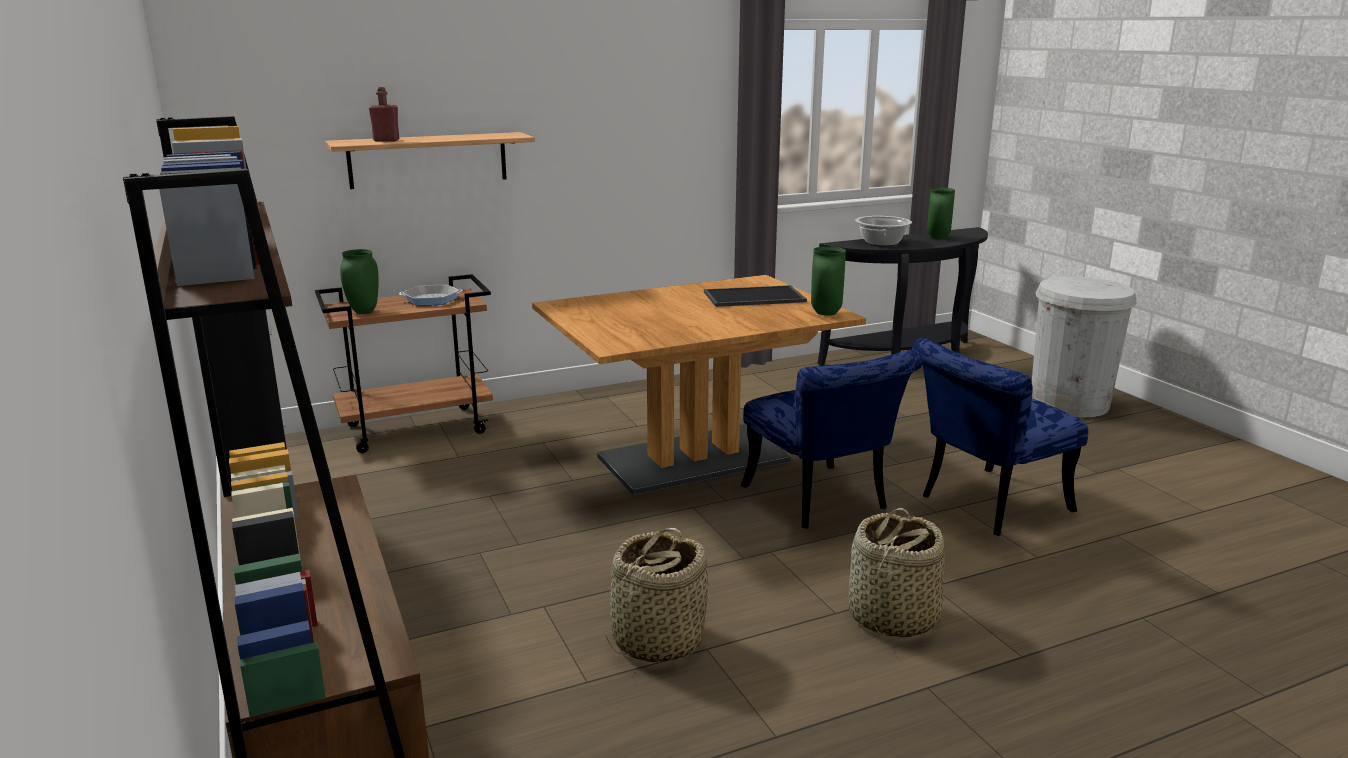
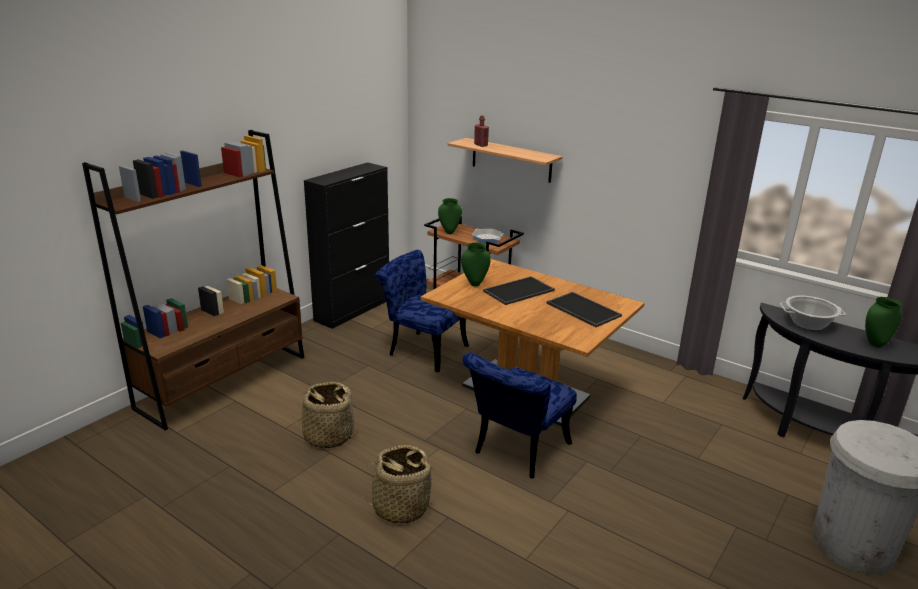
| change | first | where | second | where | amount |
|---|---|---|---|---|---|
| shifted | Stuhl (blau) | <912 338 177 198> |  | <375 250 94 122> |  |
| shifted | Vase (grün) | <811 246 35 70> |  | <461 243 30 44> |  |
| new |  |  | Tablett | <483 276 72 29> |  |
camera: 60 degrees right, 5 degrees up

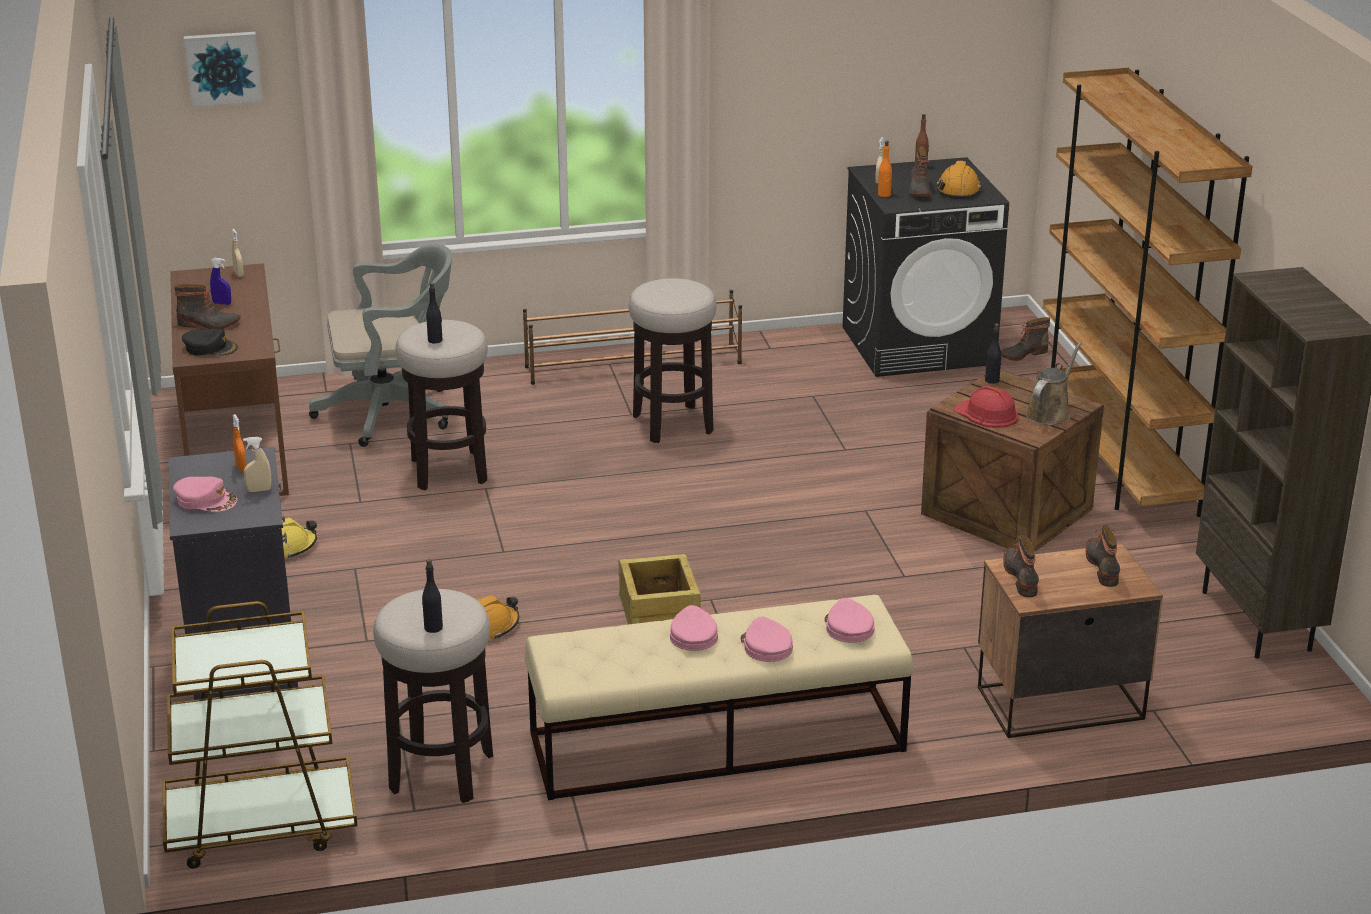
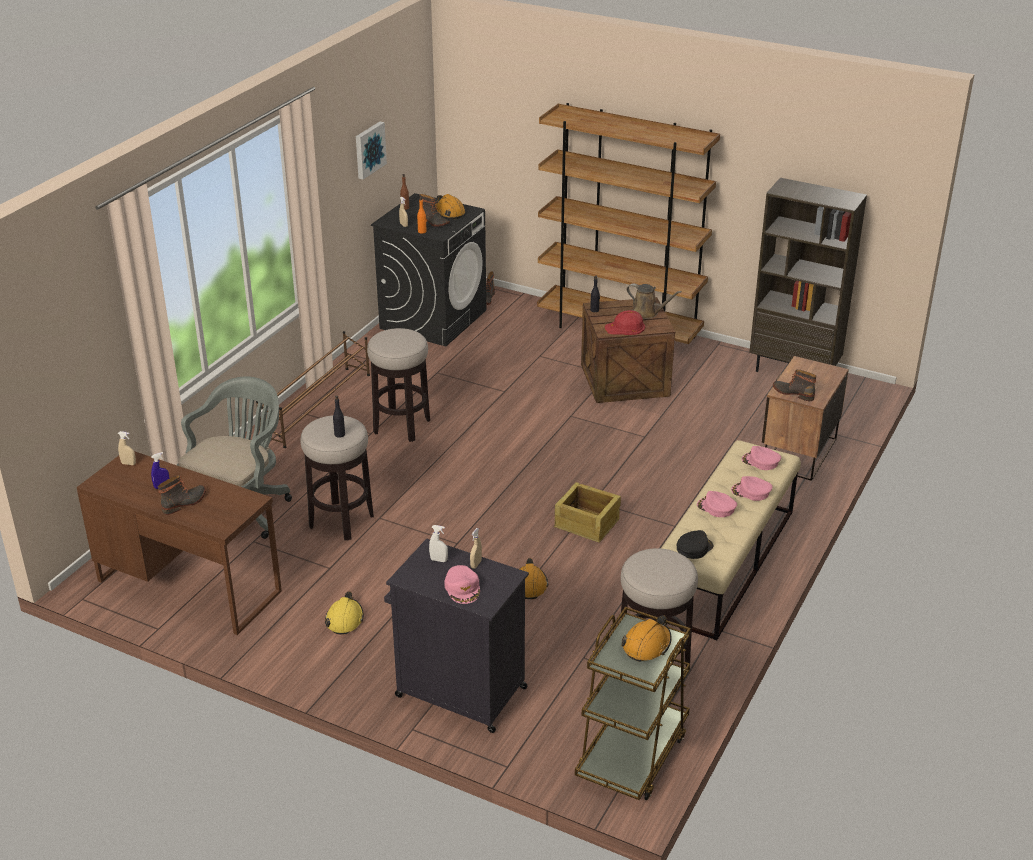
| change | first | where | second | where | amount |
|---|---|---|---|---|---|
| shifted | Bild | <184 32 78 75> |  | <356 122 31 57> |  |
| repainted | Sprühflasche (orange) | <232 414 15 58> | Sprühflasche (weiß) | <429 525 19 37> |  |
| rotated | Kappe (rosa) | <173 477 64 35> |  | <444 565 36 39> | 105 degrees clockwise |
| new |  |  | Schutzhelm (orange) | <621 615 51 47> |  |
| rotated | Gießkanne (braun) | <1025 342 57 84> |  | <627 283 55 36> | 135 degrees clockwise |
| shifted | Kappe (schwarz) | <182 329 56 27> |  | <676 530 37 29> |  |
| gone | Flasche (schwarz) | <422 559 21 74> |  |  |  |
| gone | Stiefel | <1086 525 34 62> |  |  |  |
camera: 50 degrees left, 5 degrees up

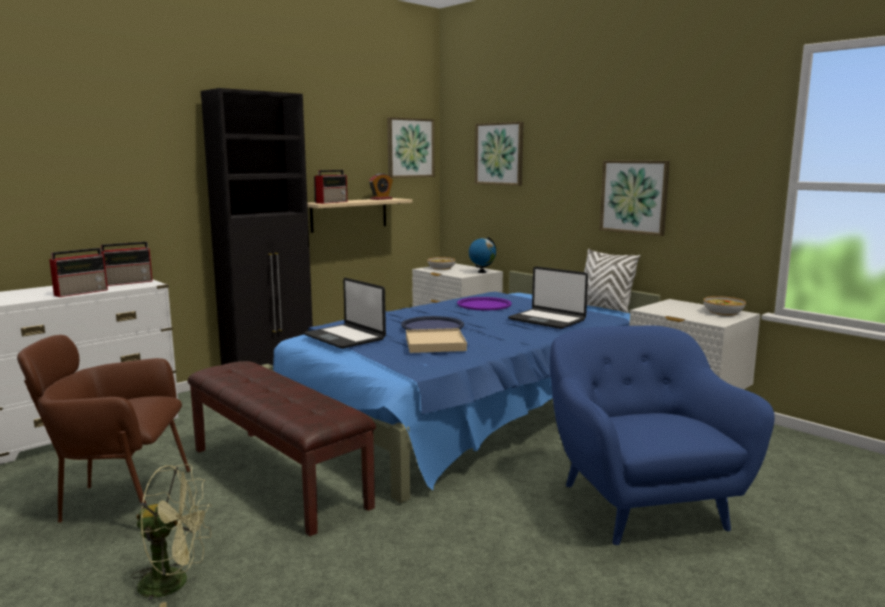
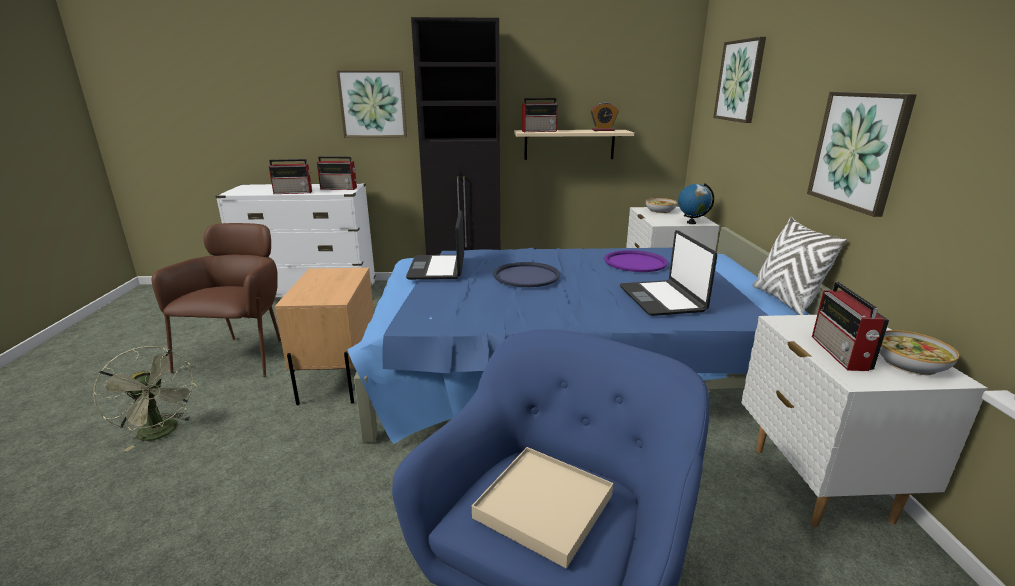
| change | first | where | second | where | amount |
|---|---|---|---|---|---|
| rotated | Sessel (braun) | <17 335 173 188> |  | <152 223 129 154> | 60 degrees clockwise |
| swapped | Bank (braun) | <188 361 188 175> | Nachttisch (beige) | <275 268 99 137> |  |
| shifted | Bild | <387 117 47 61> |  | <336 70 71 68> |  |
| shifted | Tablett (beige) | <406 328 61 25> |  | <472 447 141 122> |  |
| new |  |  | Radio | <812 282 77 89> |  |
camera: 40 degrees right, 10 degrees up

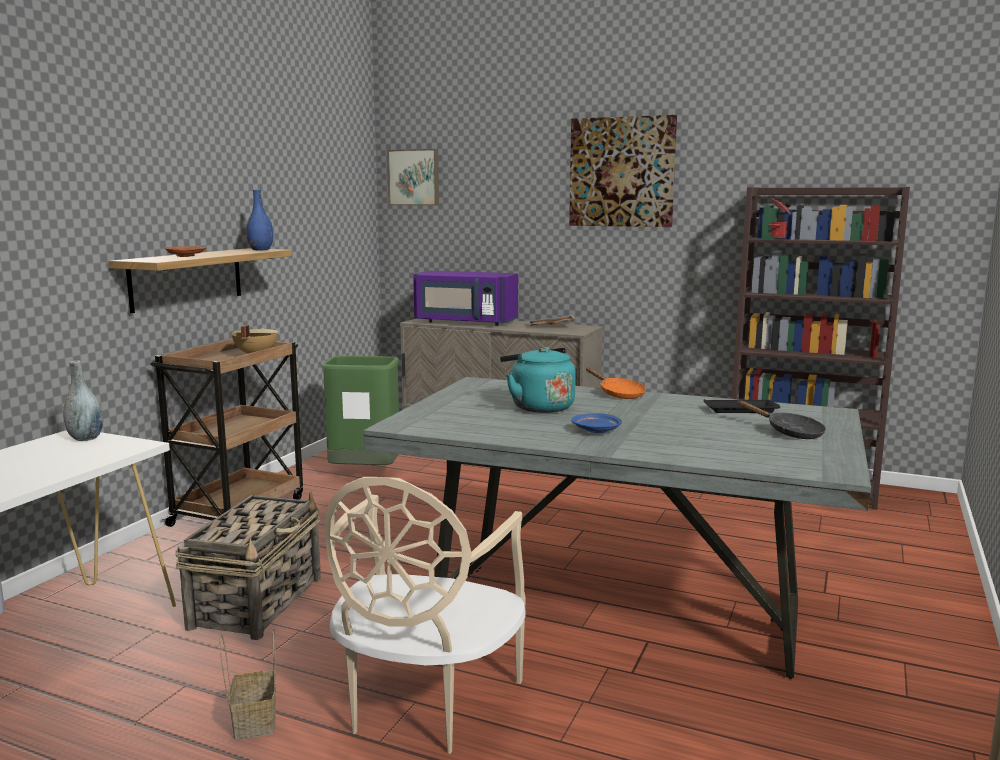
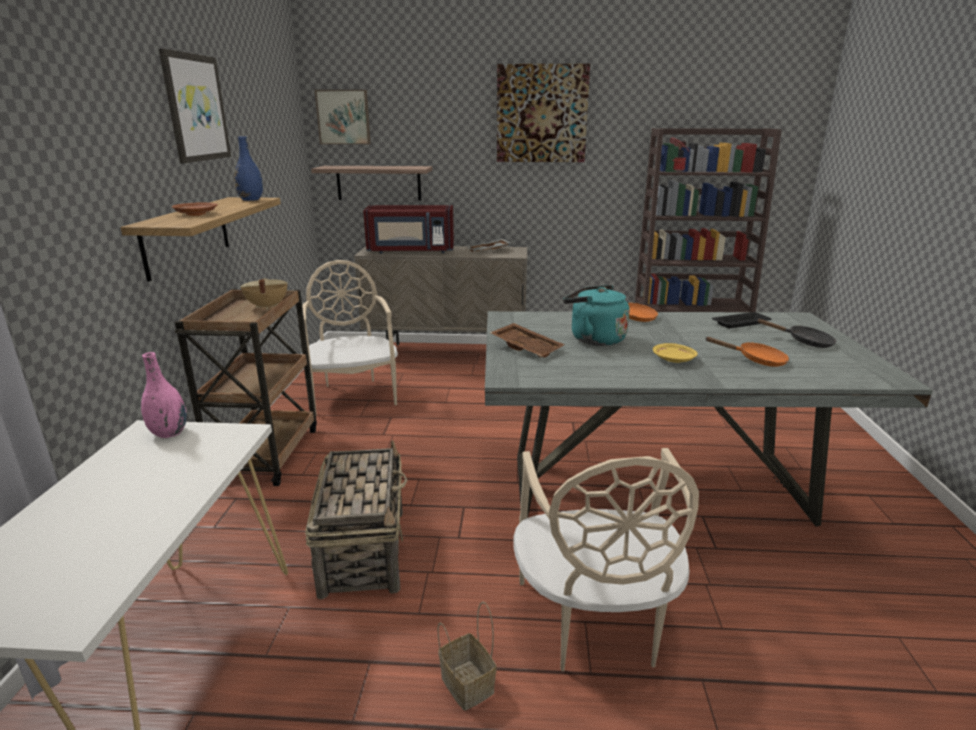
| change | first | where | second | where | amount |
|---|---|---|---|---|---|
| repainted | Vase (grau) | <63 361 40 80> | Vase (rosa) | <141 352 46 86> |  |
| new |  |  | Bild | <158 48 73 115> |  |
| swapped | Mülleimer (grün) | <321 356 78 109> | Stuhl (beige) | <302 260 96 155> |  |
| new |  |  | Wandregal | <311 166 121 35> |  |
| repainted | Mikrowelle (lila) | <413 271 105 55> | Mikrowelle (rot) | <363 205 91 48> |  |
| new |  |  | Tablett (braun) | <490 323 75 35> |  |
| repainted | Teller (blau) | <571 413 51 20> | Teller (gelb) | <653 343 45 20> |  |
| new |  |  | Pfanne (orange) | <705 337 84 30> |  |
camera: 20 degrees left, 10 degrees up

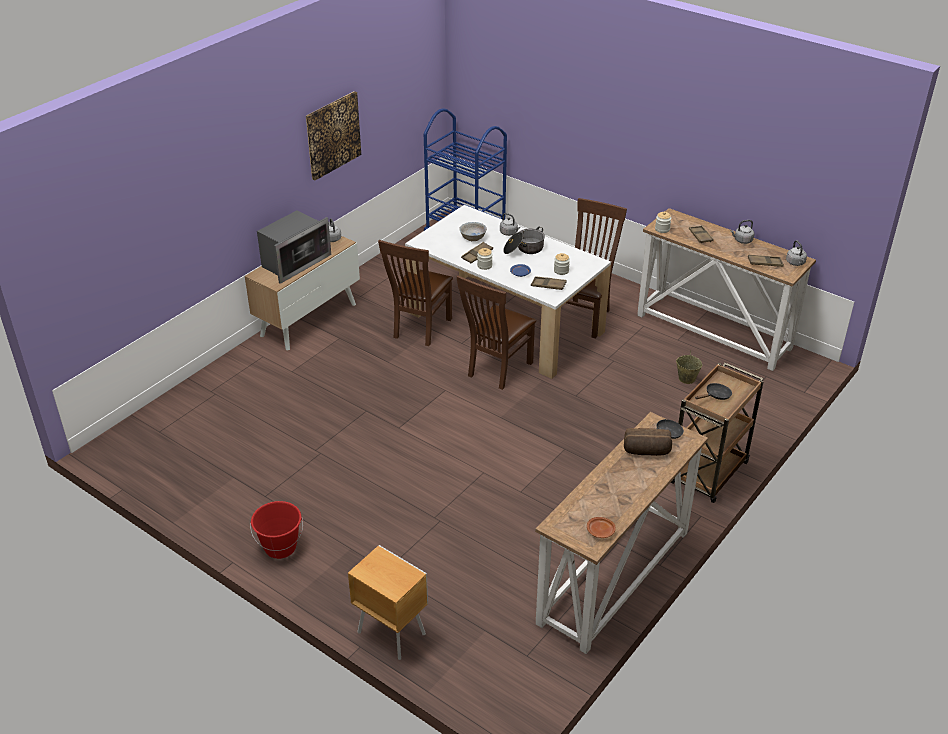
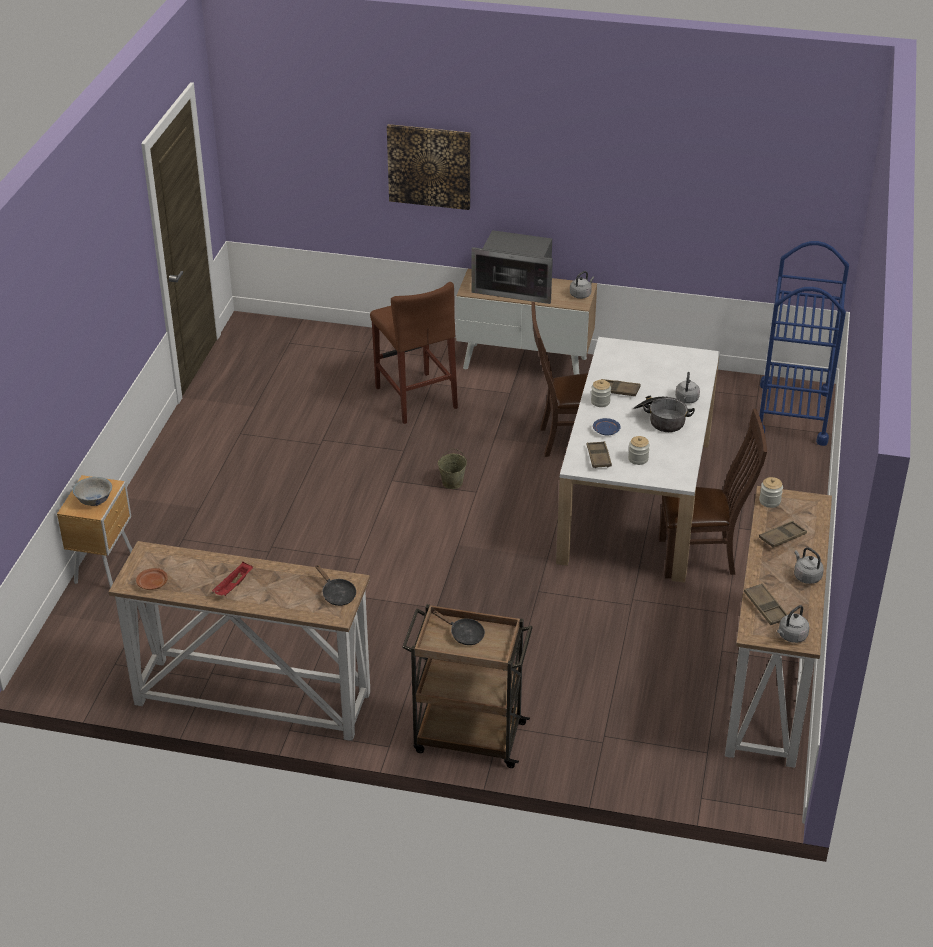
| change | first | where | second | where | amount |
|---|---|---|---|---|---|
| shifted | Schüssel (weiß) | <459 222 28 19> |  | <73 477 39 29> |  |
| new |  |  | Tablett (rot) | <212 562 41 34> |  |
| new |  |  | Hocker (braun) | <370 282 88 142> |  |
| shifted | Bild | <306 91 55 89> |  | <387 124 83 86> |  |
| shifted | Eimer (beige) | <676 350 26 34> |  | <438 448 29 41> |  |
| gone | Eimer (rot) | <250 501 53 58> |  |  |  |
| gone | Stuhl (braun) | <457 275 79 115> |  |  |  |
| gone | Brot | <624 428 48 28> |  |  |  |
camera: 65 degrees right, 0 degrees up

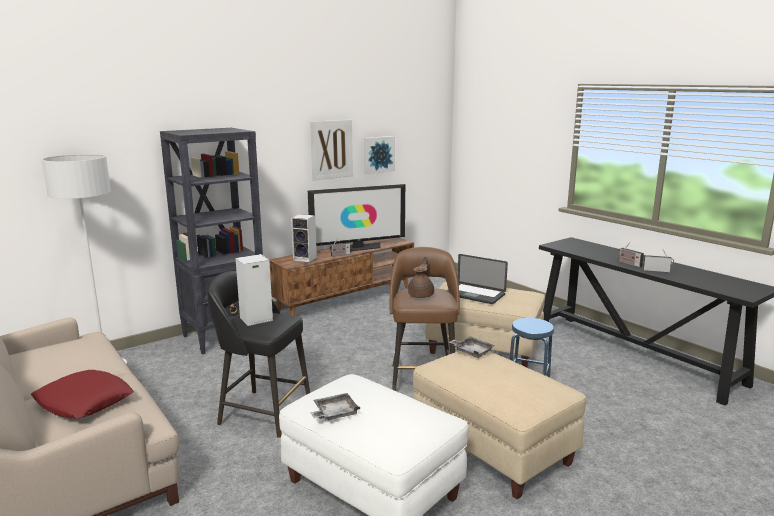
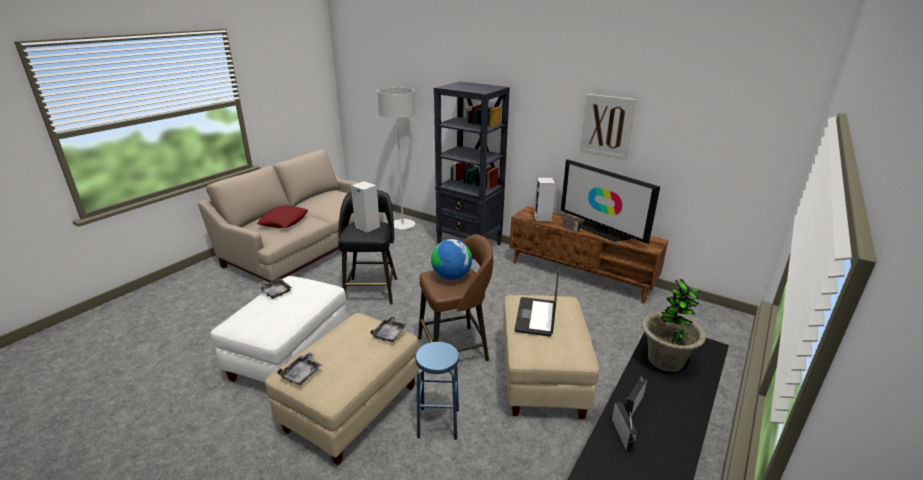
| change | first | where | second | where | amount |
|---|---|---|---|---|---|
| new |  |  | Tablett (grau) | <277 352 45 33> |  |
| swapped | Teekanne (braun) | <408 256 26 42> | Globus | <431 239 41 41> |  |
| new |  |  | Topfpflanze | <642 279 64 93> |  |
| gone | Bild | <364 136 31 38> |  |  |  |
camera: 70 degrees right, 10 degrees up

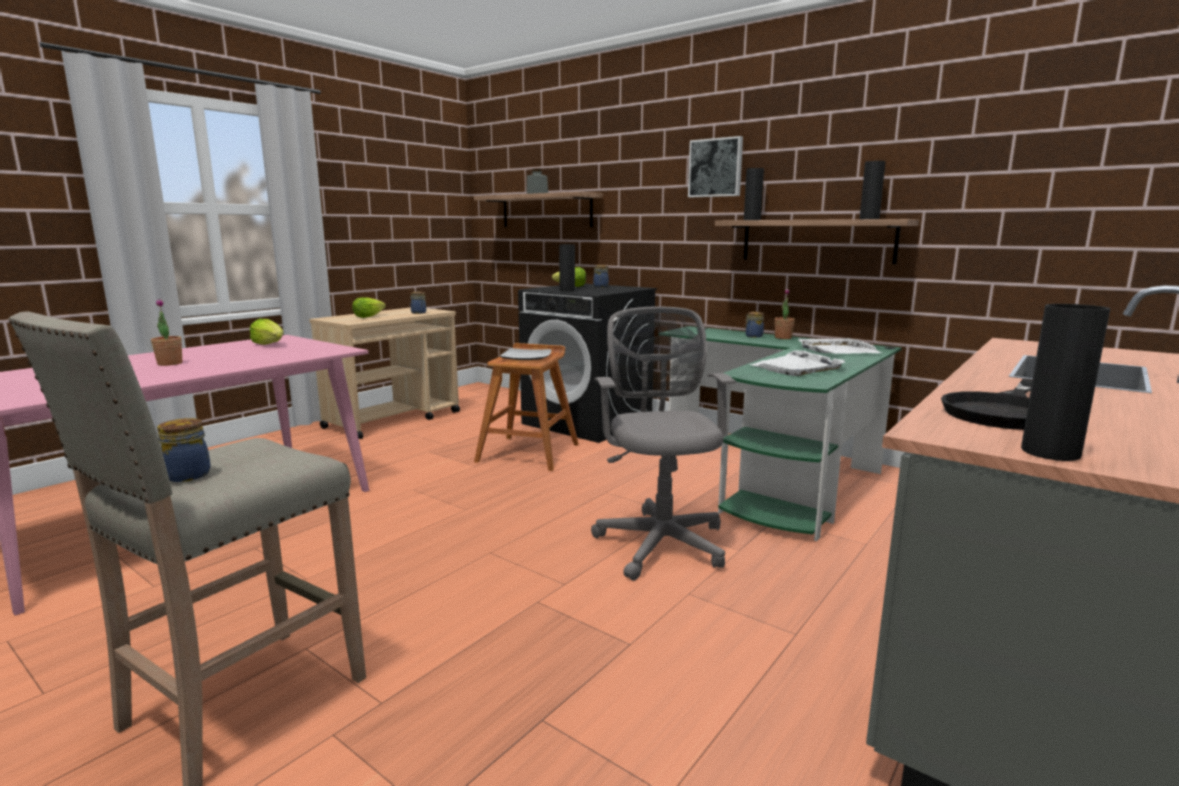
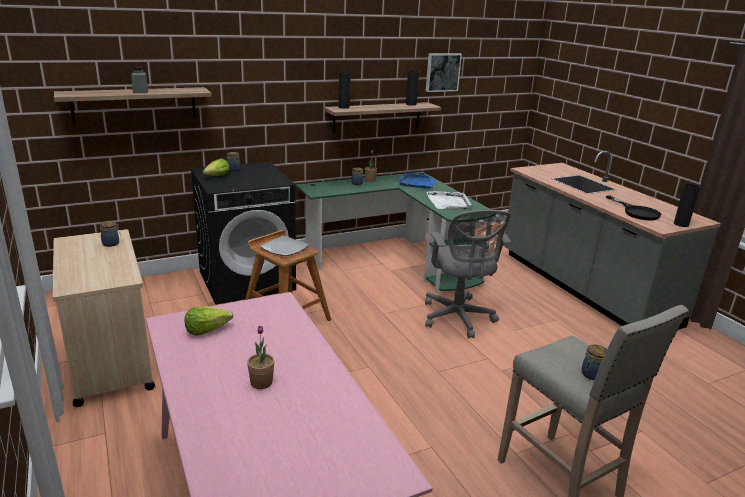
| change | first | where | second | where | amount |
|---|---|---|---|---|---|
| repainted | Tablett (weiß) | <798 338 84 16> | Tablett (blau) | <398 173 38 16> |  |
| rotated | Bürostuhl (grau) | <591 306 145 275> |  | <425 210 86 128> | 120 degrees counterclockwise |
| shifted | Bild | <688 136 55 61> |  | <426 53 36 39> |  |
| gone | Salatkopf | <352 297 34 21> |  |  |  |
| gone | Vase (schwarz) | <559 244 16 48> |  |  |  |
camera: 65 degrees left, 10 degrees up

